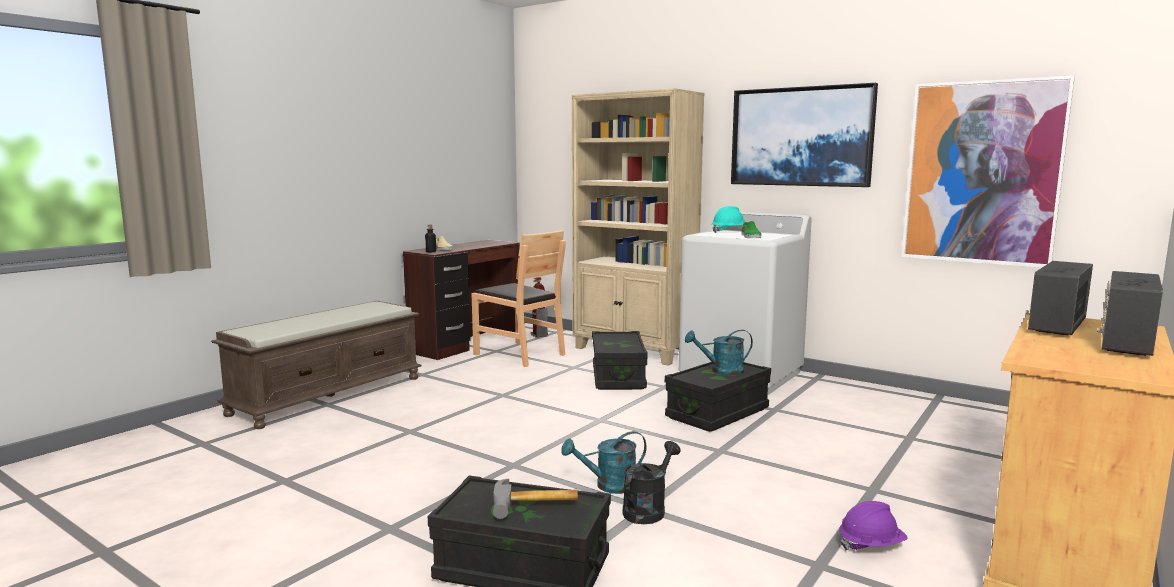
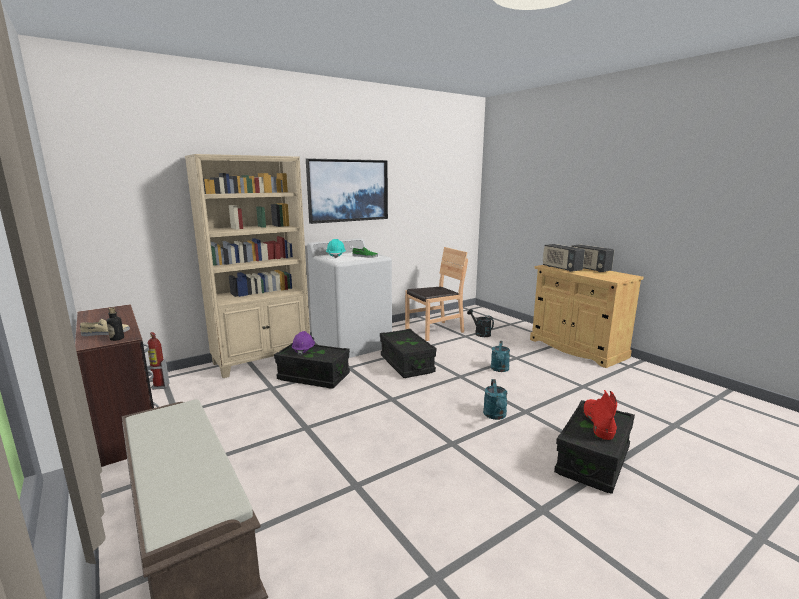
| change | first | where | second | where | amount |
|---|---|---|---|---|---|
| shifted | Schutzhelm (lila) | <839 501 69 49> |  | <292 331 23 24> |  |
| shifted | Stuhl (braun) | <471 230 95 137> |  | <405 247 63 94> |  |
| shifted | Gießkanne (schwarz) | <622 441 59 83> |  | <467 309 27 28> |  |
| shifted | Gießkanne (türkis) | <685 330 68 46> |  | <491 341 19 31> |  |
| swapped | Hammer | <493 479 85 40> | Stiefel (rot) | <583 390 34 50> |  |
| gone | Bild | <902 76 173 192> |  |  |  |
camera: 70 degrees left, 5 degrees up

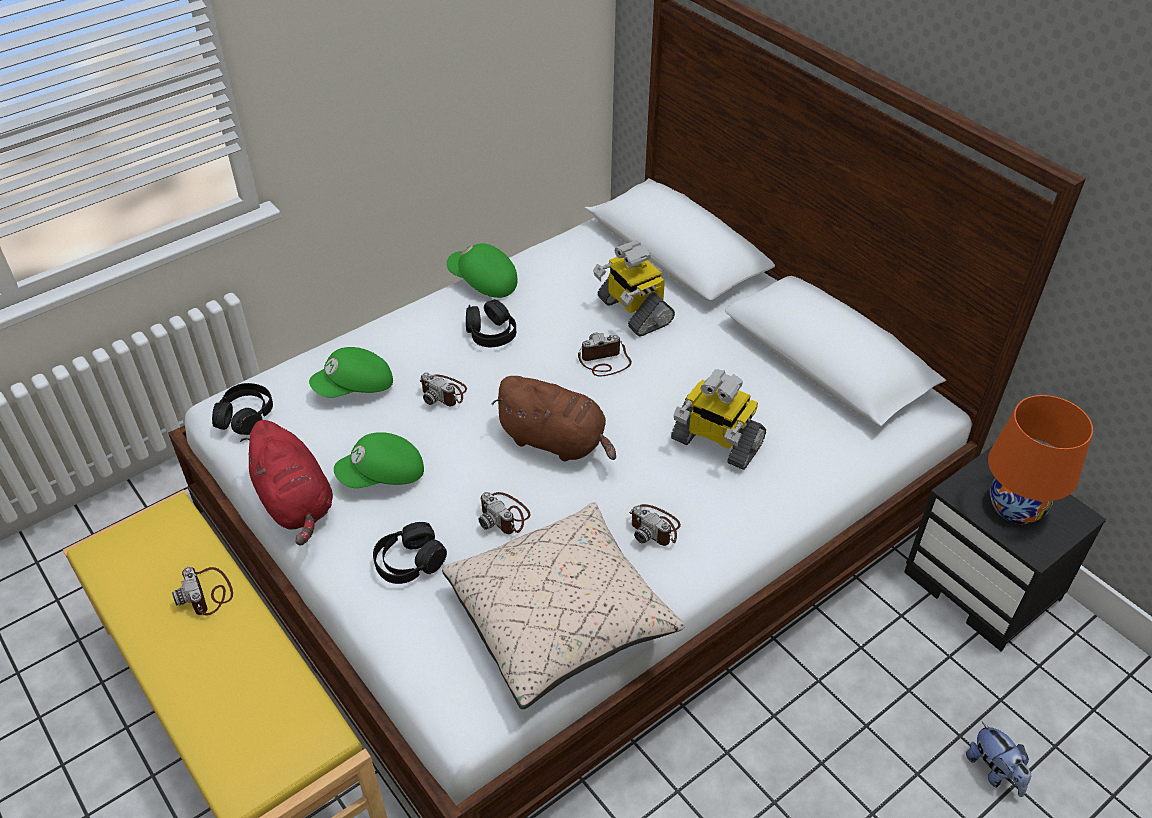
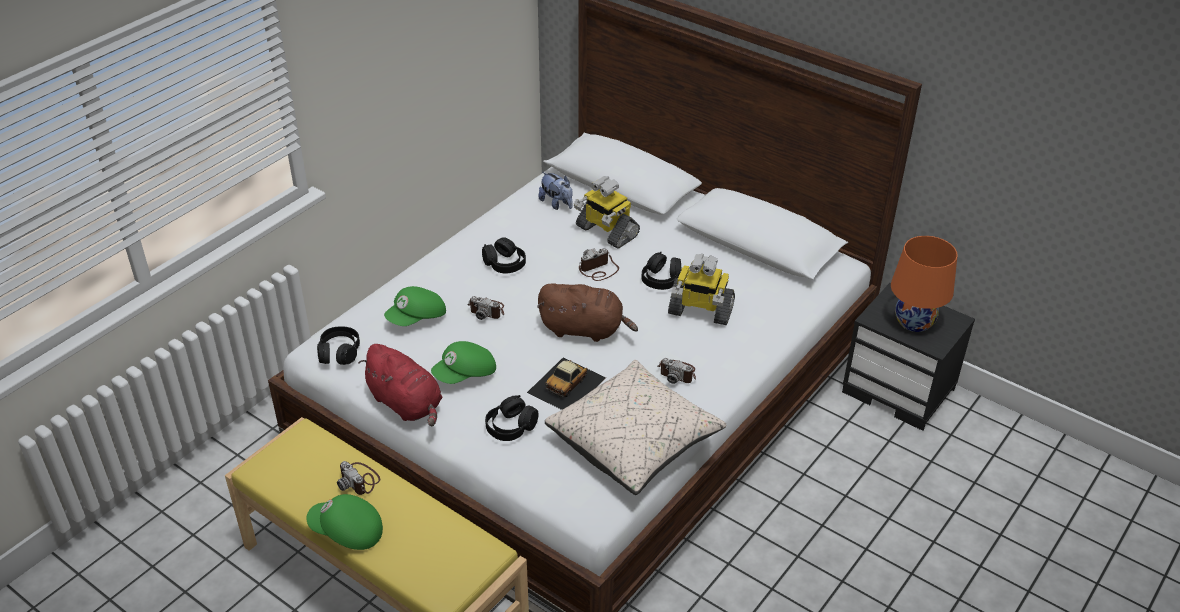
| change | first | where | second | where | amount |
|---|---|---|---|---|---|
| shifted | Kappe (grün) | <447 243 70 55> |  | <307 494 76 56> |  |
| swapped | Kamera | <478 492 52 42> | Spielzeugauto | <527 357 79 53> |  |
| shifted | Plüschtier | <966 722 65 75> |  | <538 172 35 38> |  |
| new |  |  | Kopfhörer (schwarz) | <642 252 40 38> |  |
camera: 15 degrees left, 5 degrees down

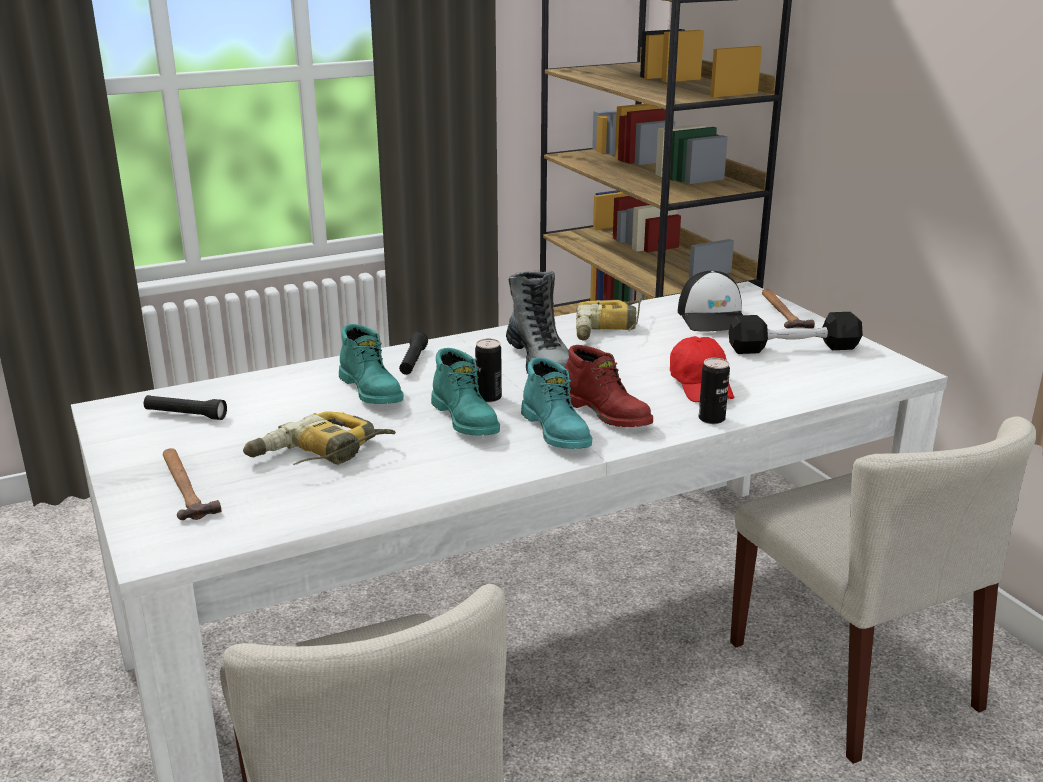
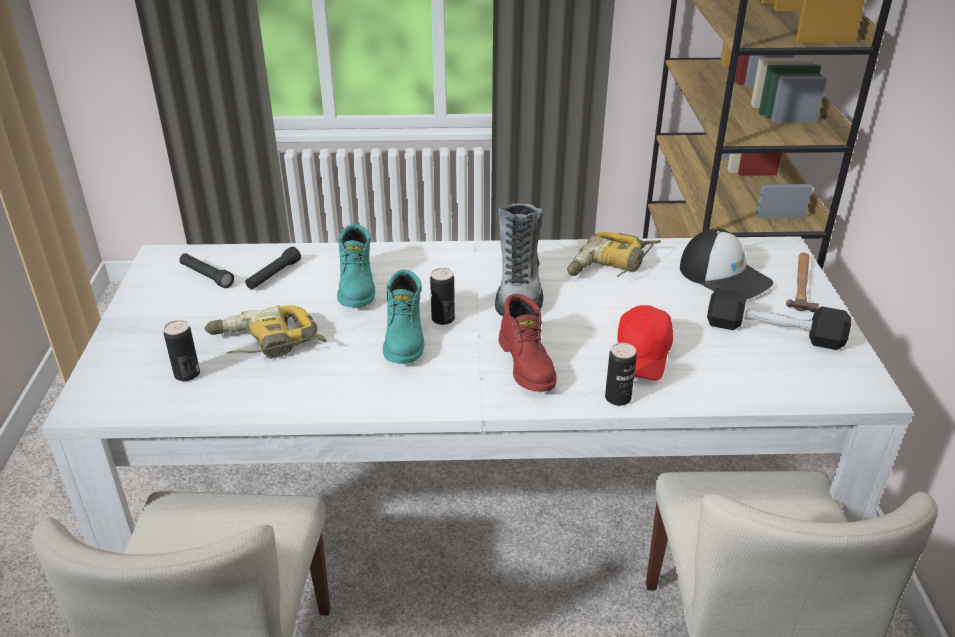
| change | first | where | second | where | amount |
|---|---|---|---|---|---|
| new |  |  | Dose | <164 320 36 61> |  |
| shifted | Taschenlampe (schwarz) | <399 332 29 43> |  | <245 247 56 43> |  |
| rotated | Kappe | <678 271 65 61> |  | <680 229 93 70> | 60 degrees counterclockwise |
| gone | Hammer | <163 448 59 72> |  |  |  |
| gone | Stiefel (türkis) | <521 357 71 92> |  |  |  |
camera: 25 degrees right, 10 degrees up

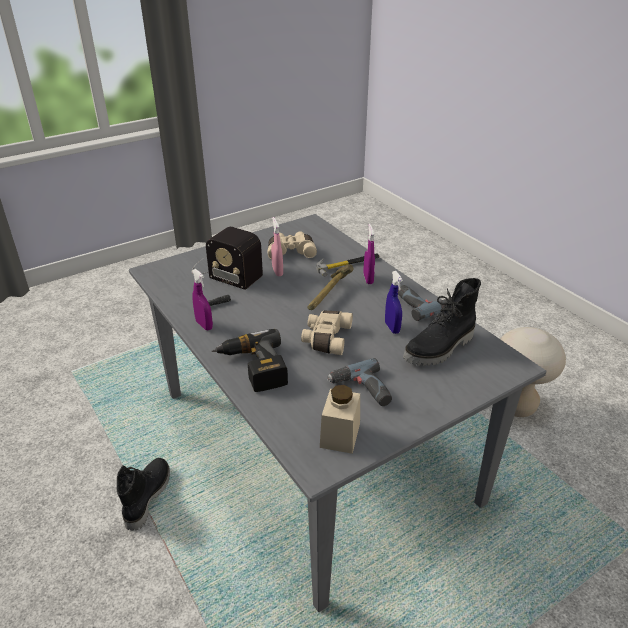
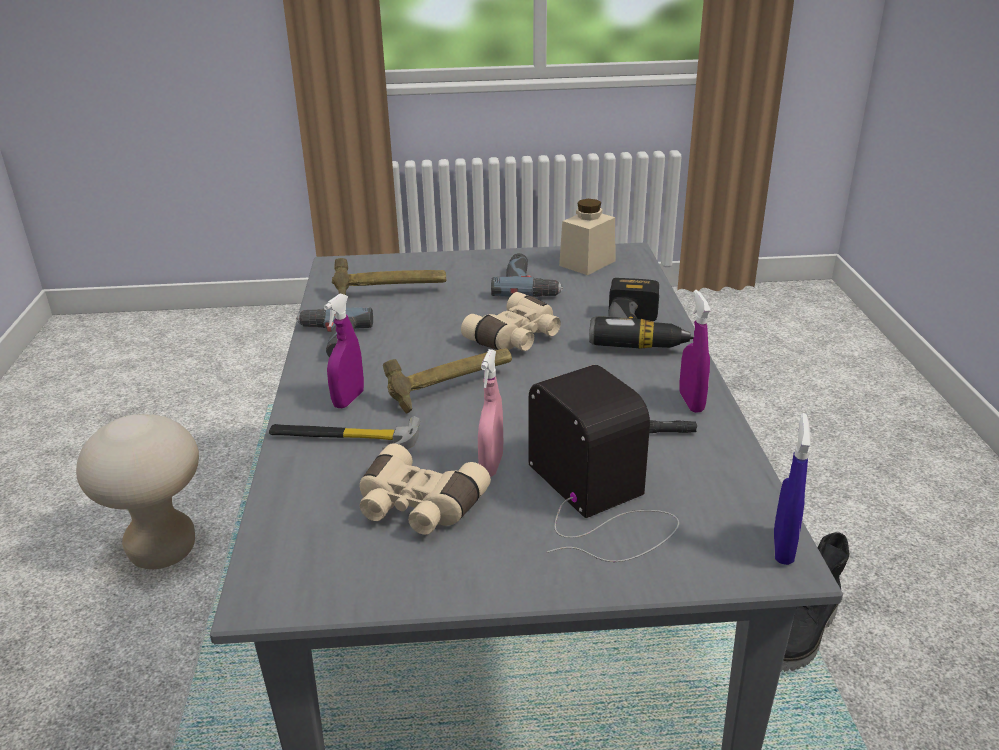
| change | first | where | second | where | amount |
|---|---|---|---|---|---|
| swapped | Stiefel (schwarz) | <403 278 78 88> | Hammer | <332 258 114 37> |  |
| shifted | Sprühflasche (blau) | <385 271 18 63> |  | <774 413 37 152> |  |
camera: 150 degrees left, 5 degrees down

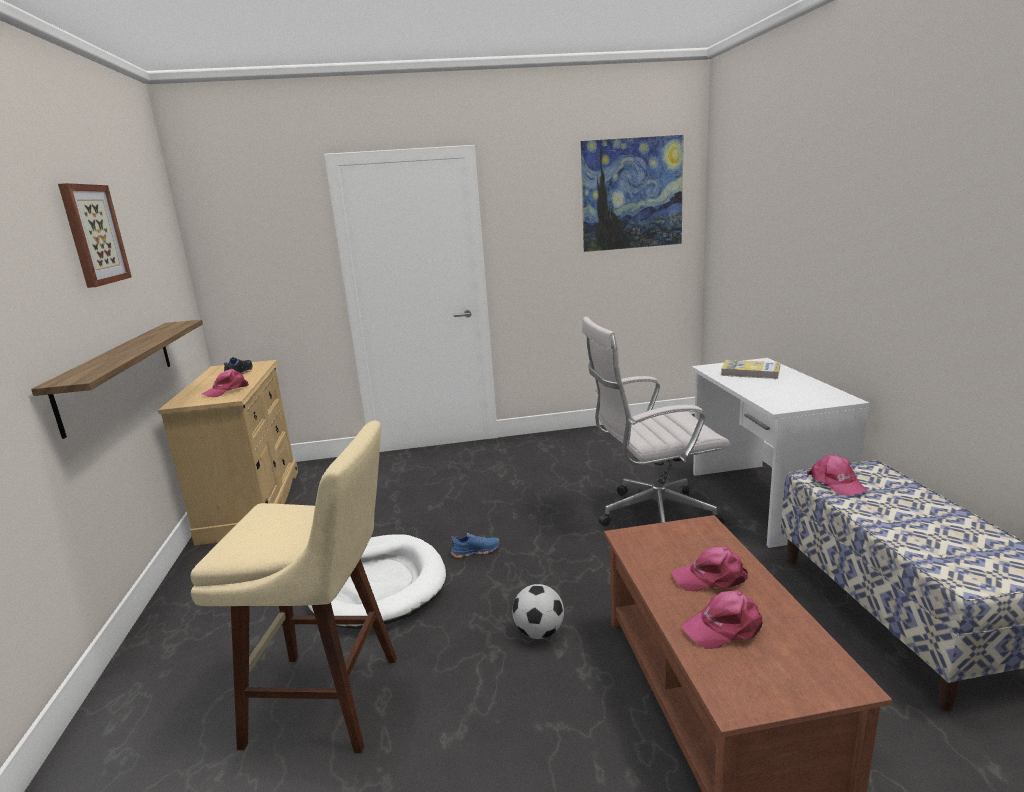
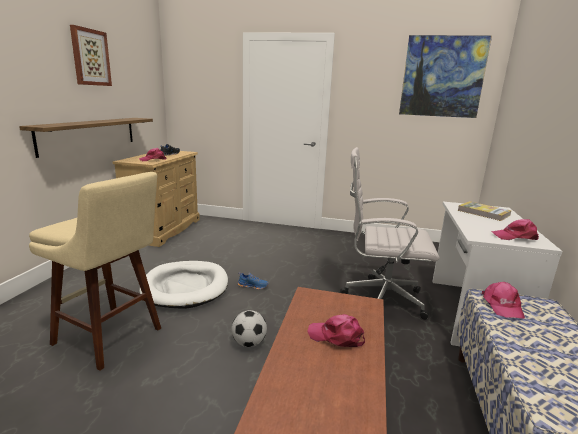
| change | first | where | second | where | amount |
|---|---|---|---|---|---|
| shifted | Kappe (rosa) | <681 590 82 59> |  | <492 219 47 21> |  |
camera: 20 degrees right, 0 degrees up

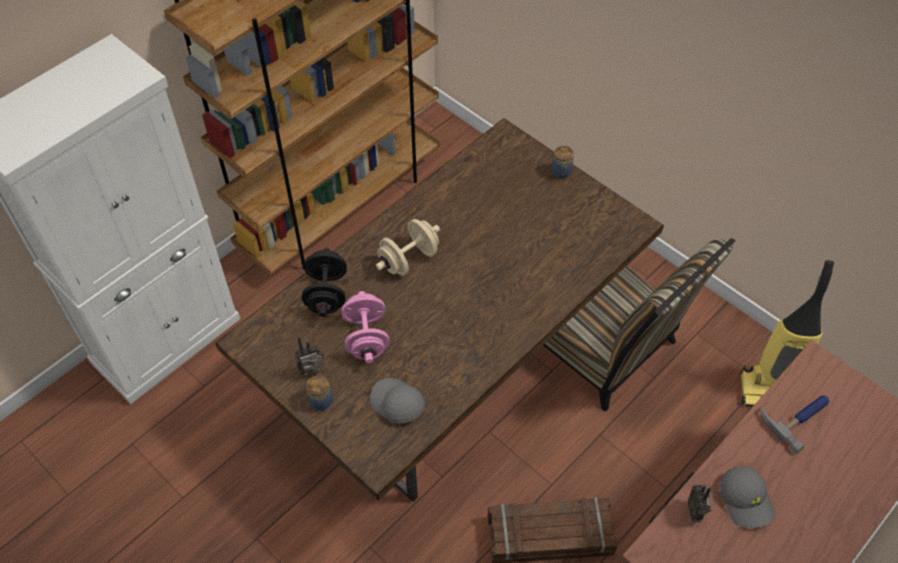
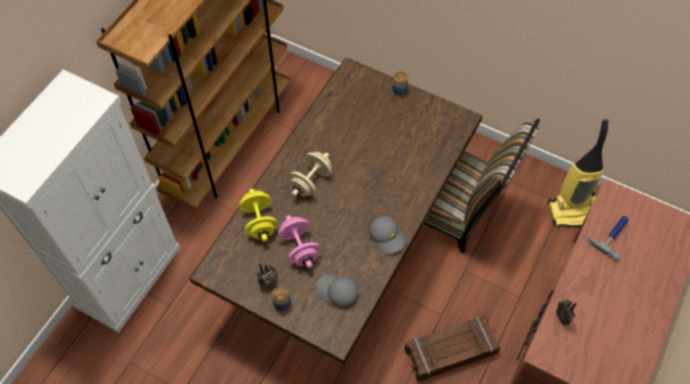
| change | first | where | second | where | amount |
|---|---|---|---|---|---|
| repainted | Hantel (schwarz) | <302 248 45 69> | Hantel (gelb) | <239 189 38 52> |  |
| shifted | Kappe (grau) | <720 466 55 62> |  | <369 216 37 38> |  |
camera: 15 degrees left, 5 degrees up

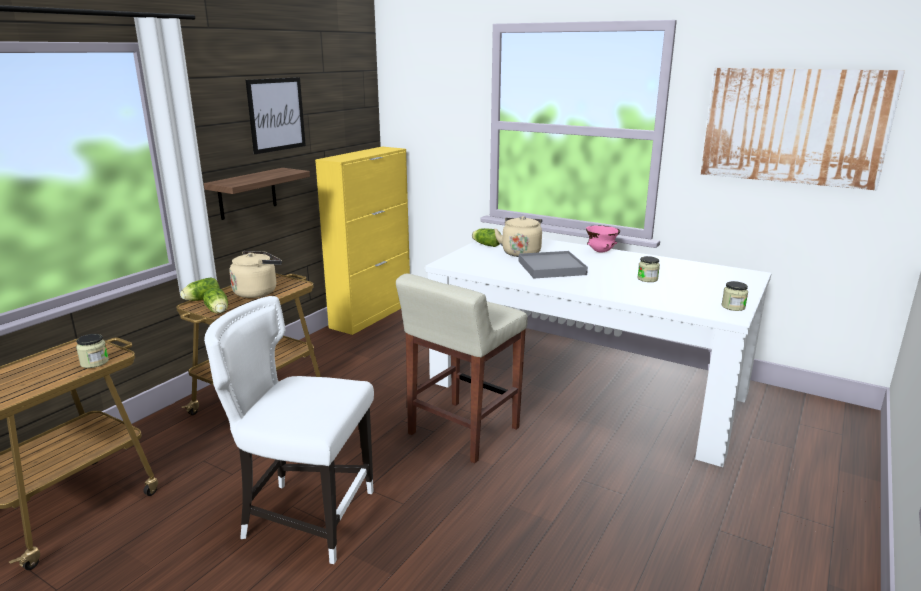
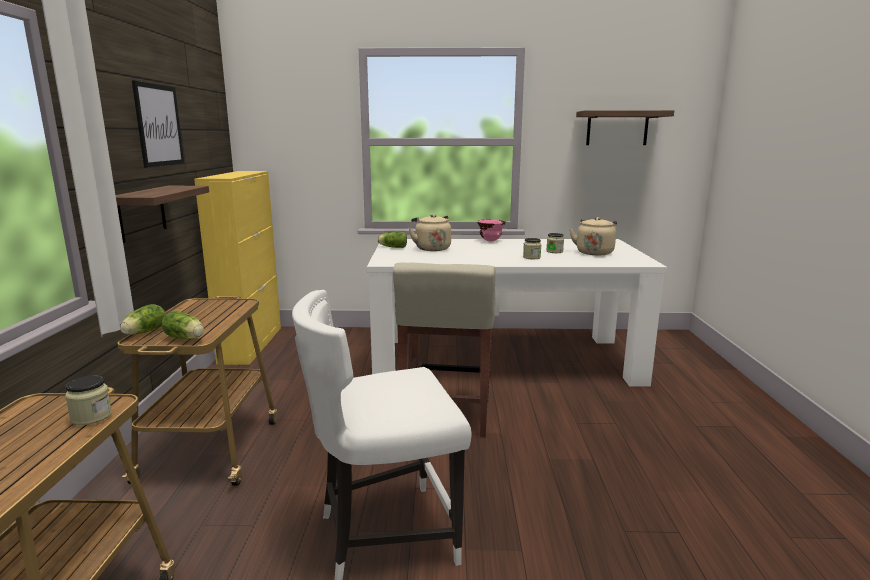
| change | first | where | second | where | amount |
|---|---|---|---|---|---|
| shifted | Vorratsglas | <722 281 26 30> |  | <523 238 18 21> |  |
| shifted | Wasserkessel (beige) | <229 251 53 47> |  | <569 217 48 38> |  |
| swapped | Bild | <701 68 204 122> | Wandregal | <576 110 98 35> |  |
| gone | Tablett (grau) | <518 251 70 27> |  |  |  |
camera: 30 degrees left, 5 degrees down

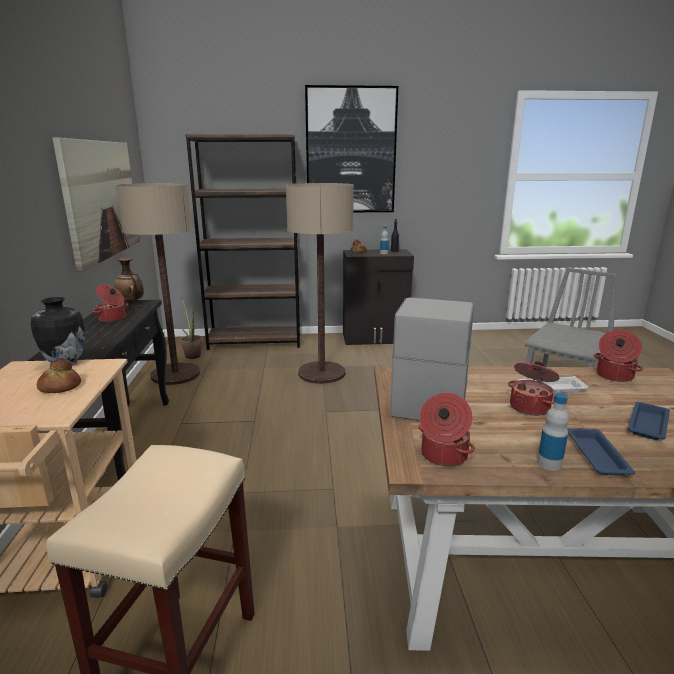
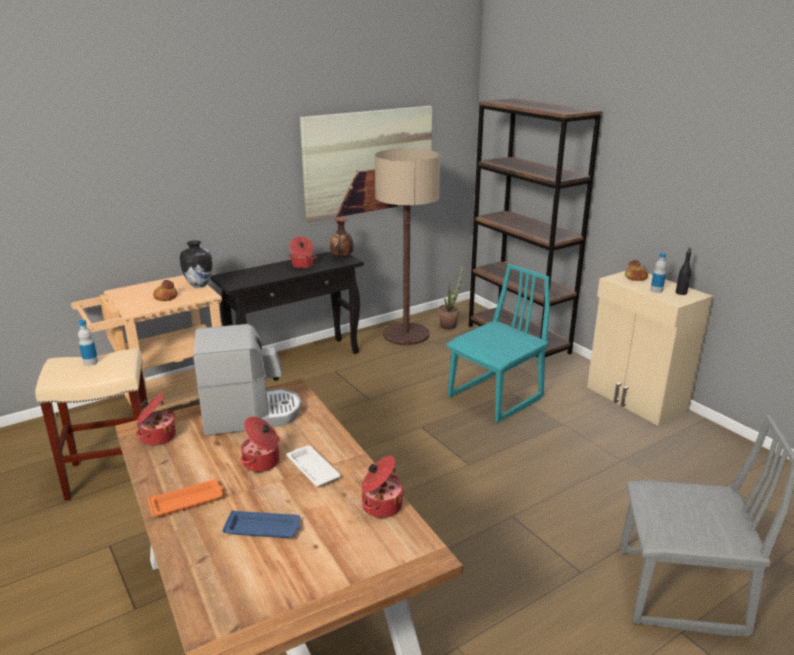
| change | first | where | second | where | amount |
|---|---|---|---|---|---|
| shifted | Flasche | <537 393 32 78> |  | <78 320 20 46> |  |
| repainted | Tablett (blau) | <567 428 68 47> | Tablett (orange) | <148 480 76 36> |  |
| swapped | Stehlampe | <286 183 68 201> | Stuhl (türkis) | <447 264 103 159> |  |
| repainted | Schrank (schwarz) | <343 249 71 96> | Schrank (beige) | <587 271 126 155> |  |
| gone | Bild | <305 85 93 127> |  |  |  |
camera: 60 degrees right, 5 degrees up

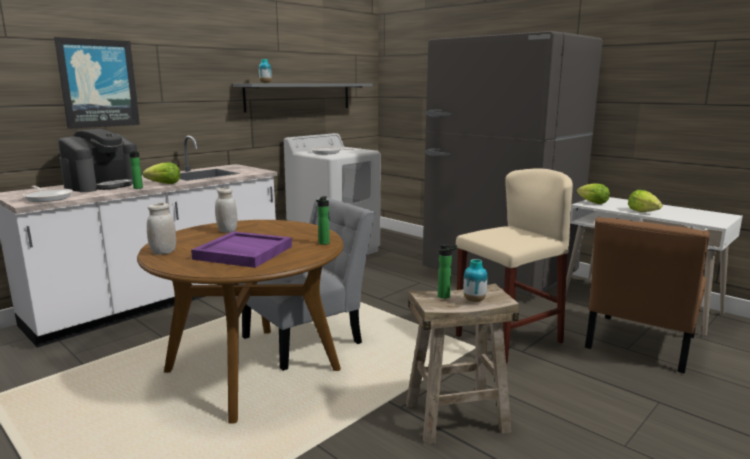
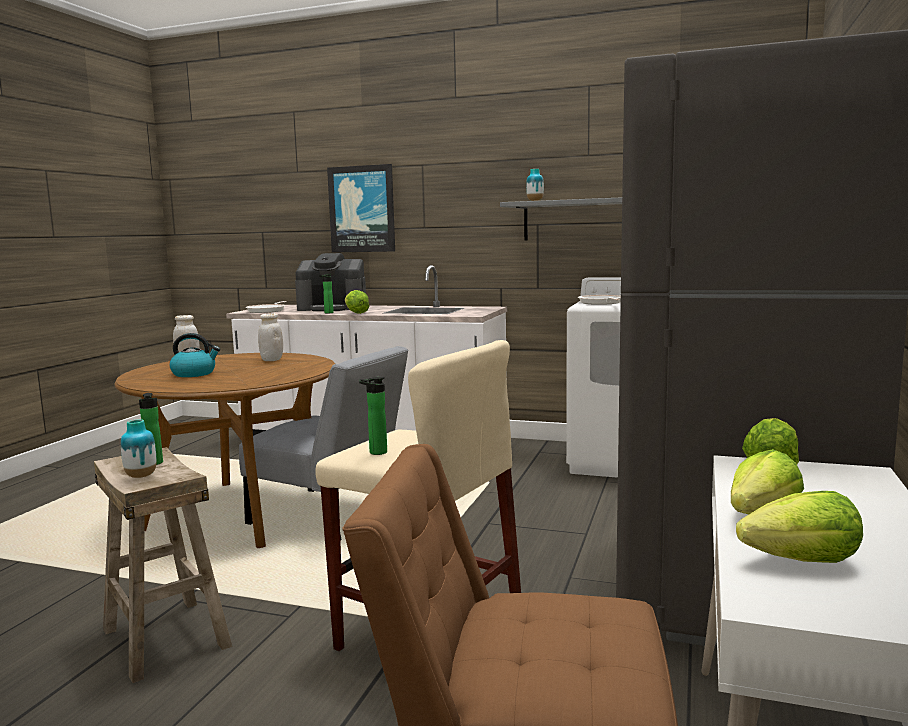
| change | first | where | second | where | amount |
|---|---|---|---|---|---|
| swapped | Tablett (lila) | <191 231 101 37> | Wasserkessel | <169 333 51 44> |  |
| shifted | Flasche | <316 196 14 49> |  | <359 377 28 78> |  |
| new |  |  | Salatkopf | <736 491 127 72> |  |
camera: 65 degrees right, 5 degrees down

